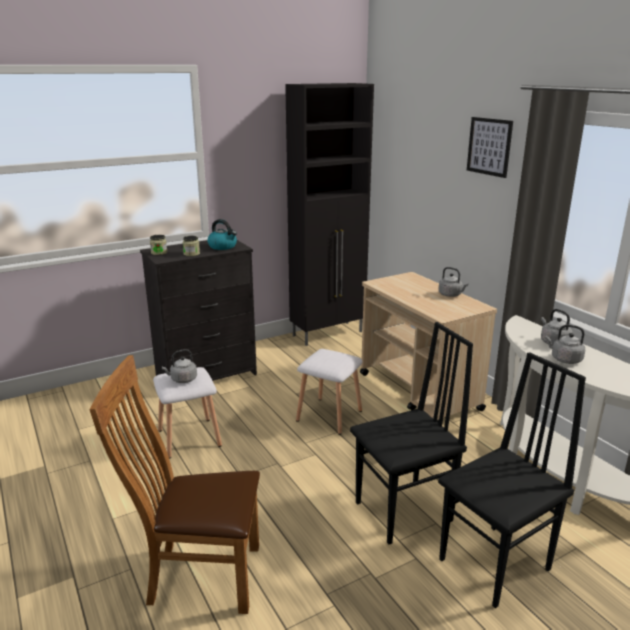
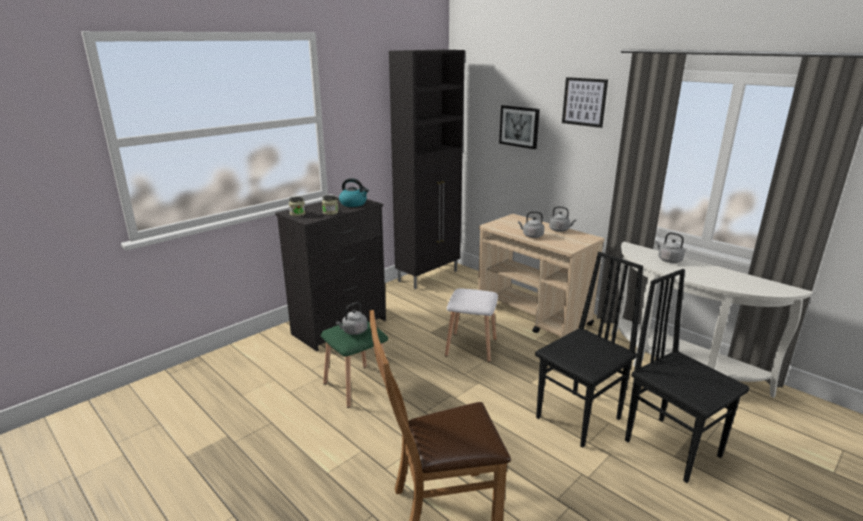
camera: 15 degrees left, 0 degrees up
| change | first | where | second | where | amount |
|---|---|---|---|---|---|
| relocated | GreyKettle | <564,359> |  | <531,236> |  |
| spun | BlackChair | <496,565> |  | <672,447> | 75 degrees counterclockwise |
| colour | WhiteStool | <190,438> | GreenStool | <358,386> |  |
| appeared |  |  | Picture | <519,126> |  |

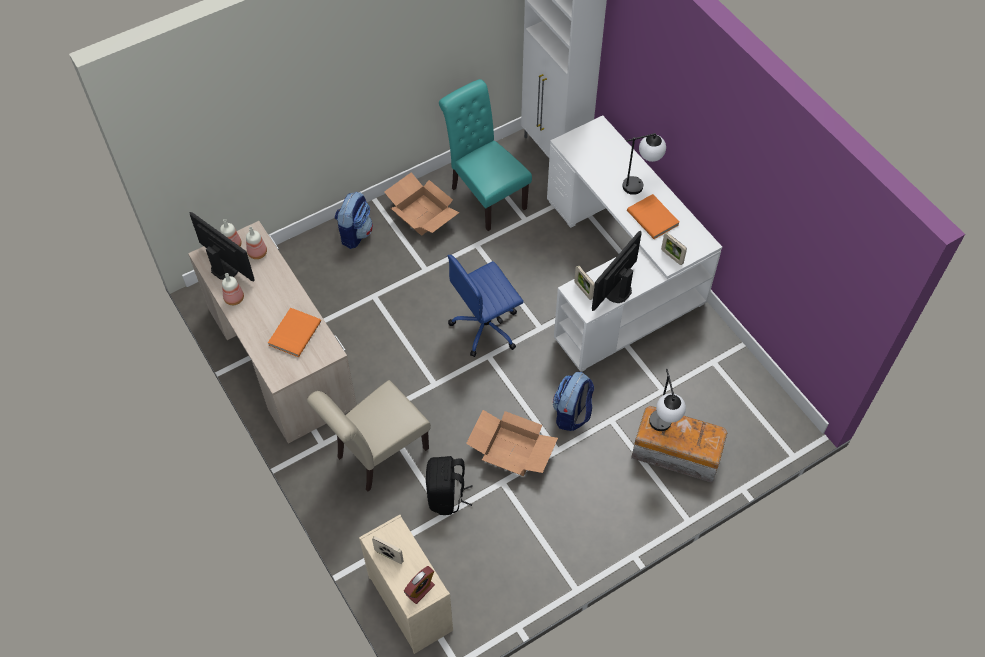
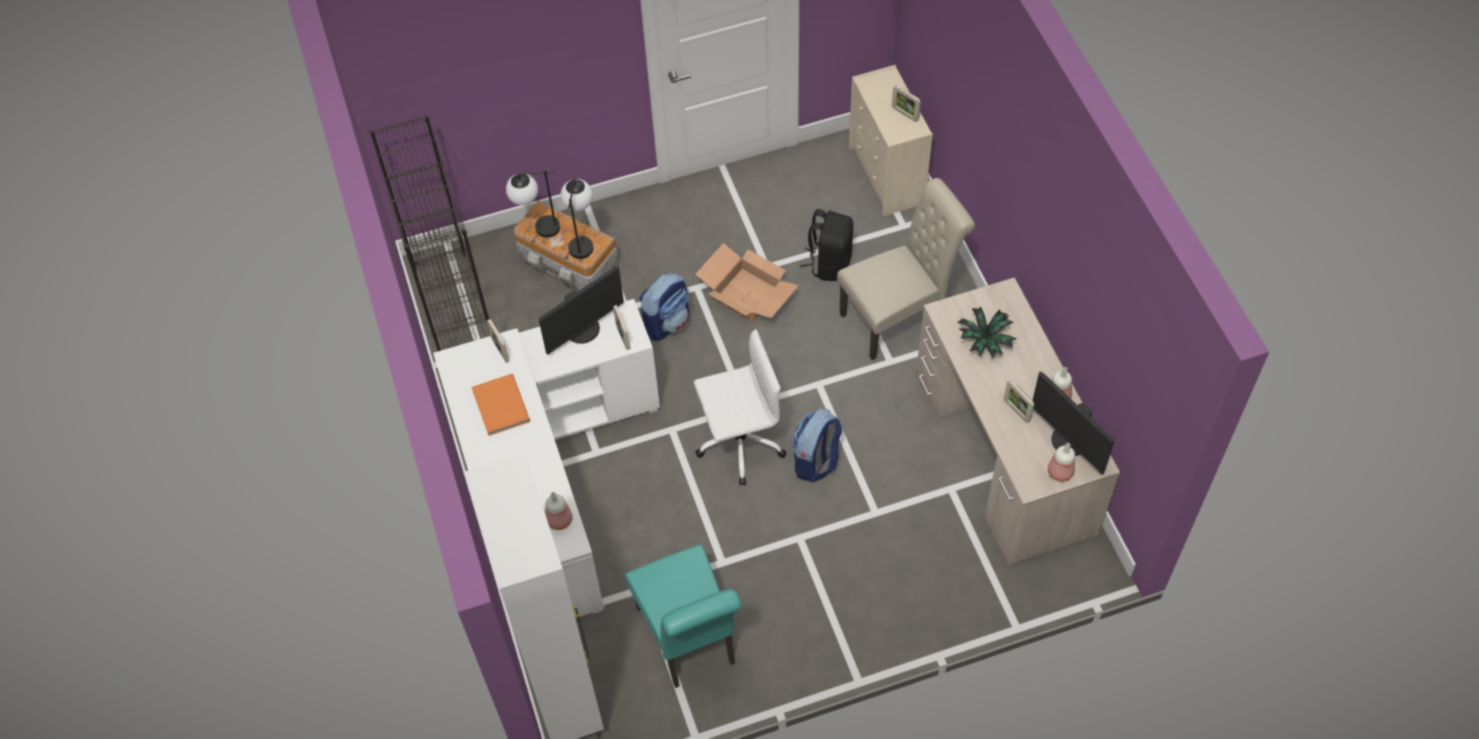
camera: 165 degrees left, 0 degrees up
| change | first | where | second | where | amount |
|---|---|---|---|---|---|
| relocated | TableLamp | <640,184> |  | <537,228> |  |
| missing | CardboardBox | <421,215> |  |  |  |
| relocated | Backpack | <355,233> |  | <816,461> |  |
| relocated | Bottle | <258,253> |  | <559,519> |  |
| colour | BlueOfficeChair | <486,327> | WhiteOfficeChair | <738,442> |  |
| exchanged | OrangeBook | <294,333> | PottedPlant | <984,341> |  |
| missing | AlarmClock | <420,590> |  |  |  |
| appeared |  |  | BlackBookcase | <455,315> |  |
| appeared |  |  | PictureFrame | <1016,411> |  |

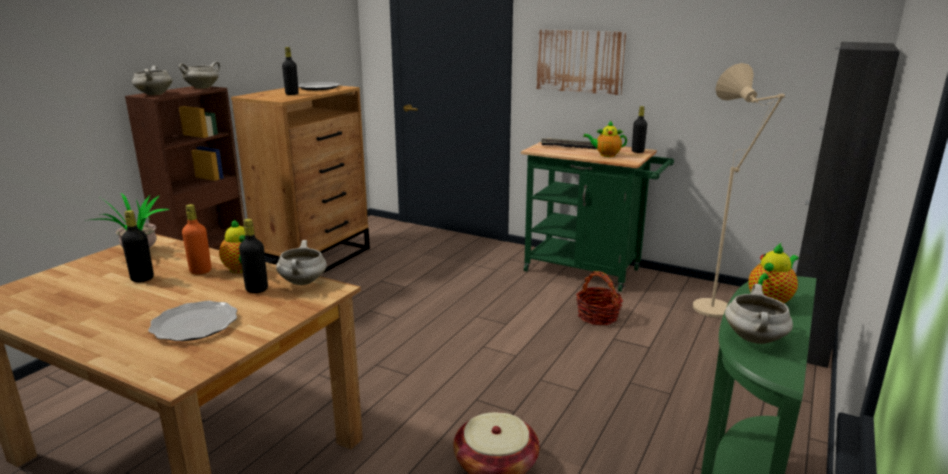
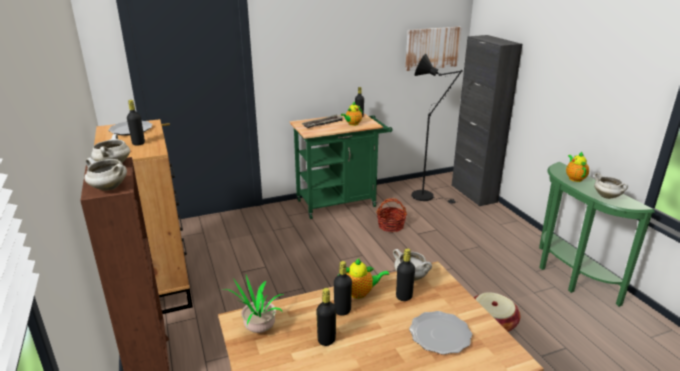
camera: 50 degrees left, 5 degrees up
| change | first | where | second | where | amount |
|---|---|---|---|---|---|
| relocated | Picture | <580,61> |  | <432,48> |  |
| colour | BeigeFloorLamp | <718,312> | BlackFloorLamp | <427,196> |  |
| colour | OrangeBottle | <200,271> | BlackBottle | <342,310> |  |

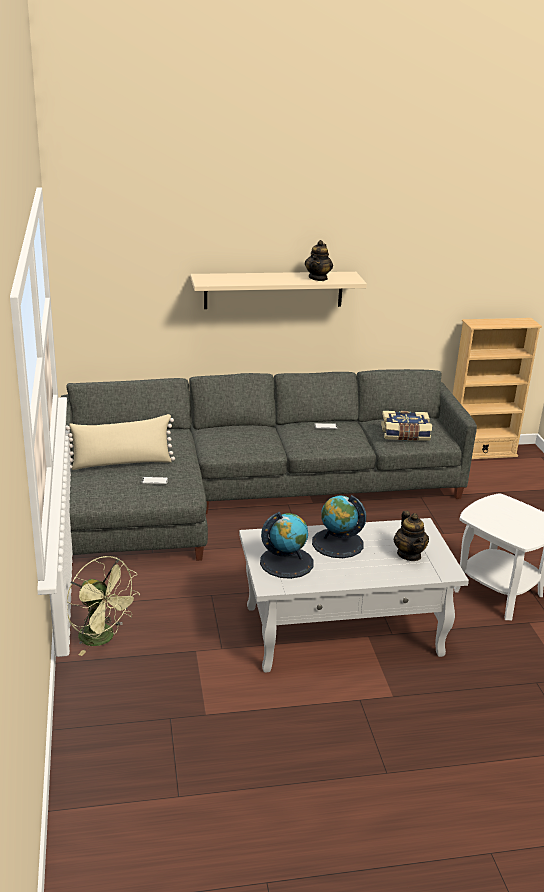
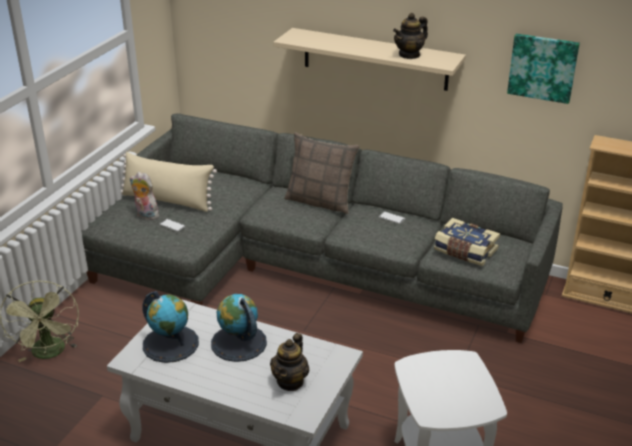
camera: 35 degrees right, 5 degrees up
| change | first | where | second | where | amount |
|---|---|---|---|---|---|
| appeared |  |  | Picture | <543,67> |  |
| appeared |  |  | Pillow | <320,201> |  |
| appeared |  |  | PlushToy | <145,215> |  |

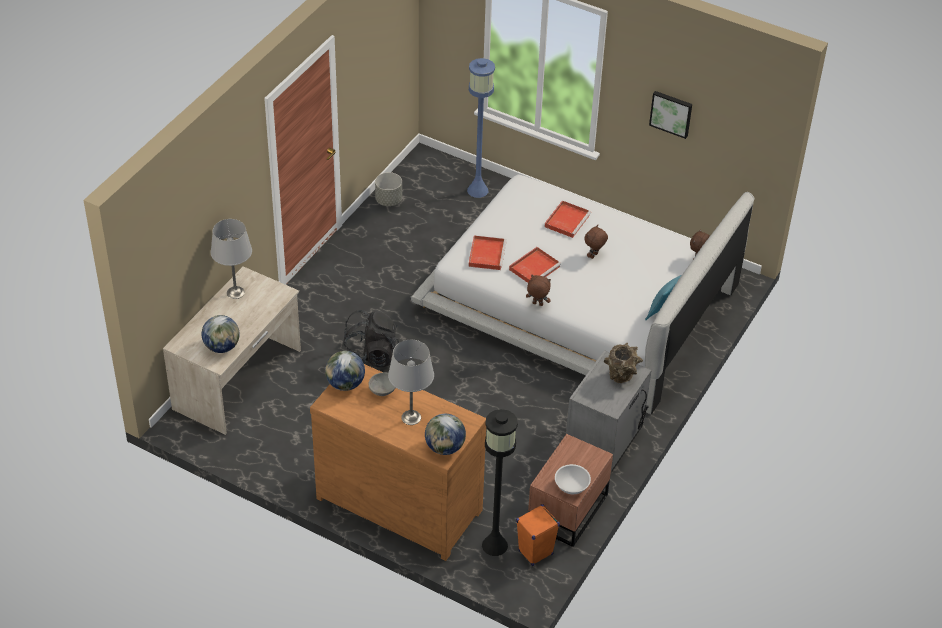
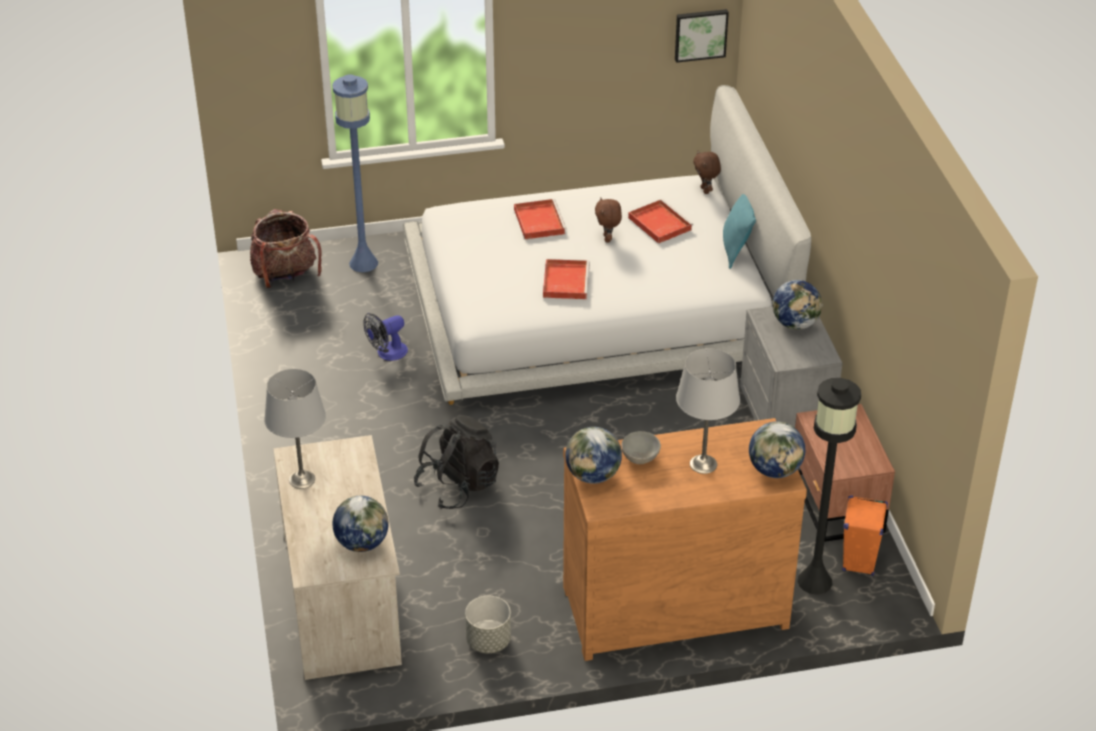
camera: 40 degrees left, 5 degrees down
| change | first | where | second | where | amount |
|---|---|---|---|---|---|
| relocated | Picture | <671,113> |  | <700,34> |  |
| relocated | GreyPlanter | <388,200> |  | <488,641> |  |
| relocated | RedTray | <486,254> |  | <658,223> |  |
| missing | BrownPlushToy | <537,304> |  |  |  |
| exchanged | BrownVase | <622,377> | Globe | <795,323> |  |
| missing | WhiteBowl | <571,486> |  |  |  |
| appeared |  |  | Backpack | <285,275> |  |
| appeared |  |  | Fan | <387,353> |  |

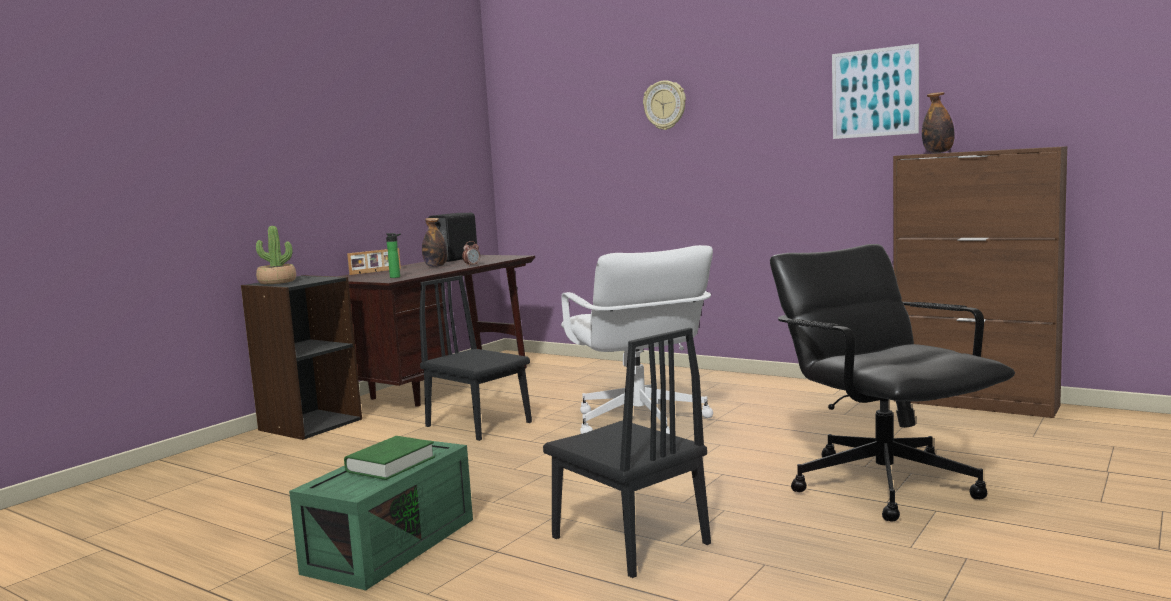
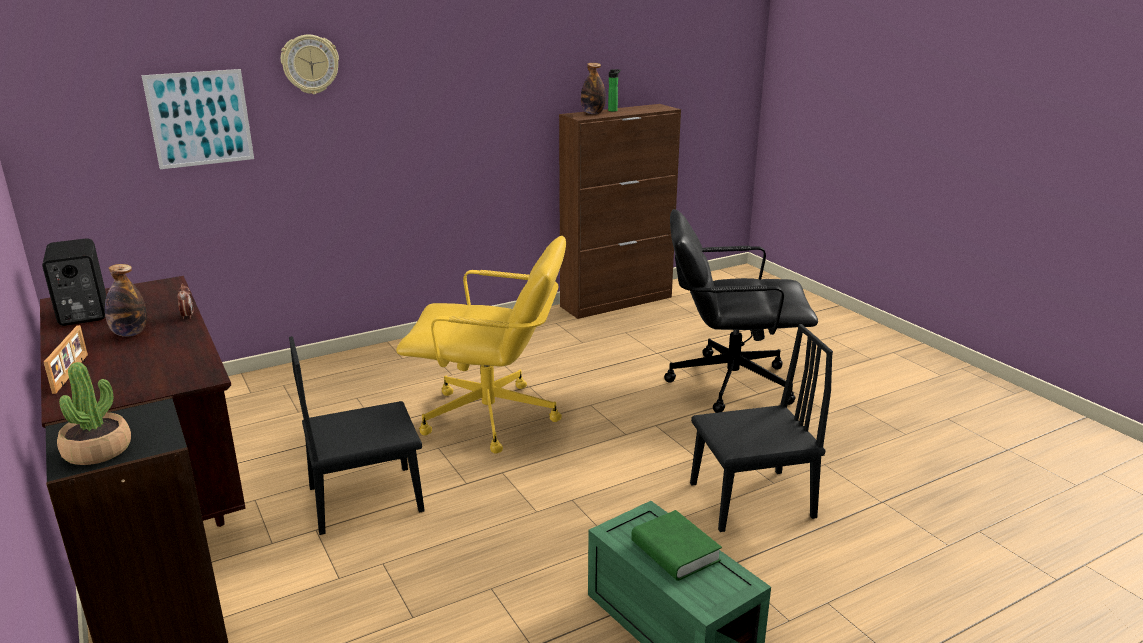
camera: 65 degrees left, 15 degrees up
| change | first | where | second | where | amount |
|---|---|---|---|---|---|
| relocated | Picture | <874,93> |  | <200,118> |  |
| relocated | Bottle | <396,277> |  | <613,110> |  |
| colour | WhiteOfficeChair | <639,423> | YellowOfficeChair | <491,418> |  |

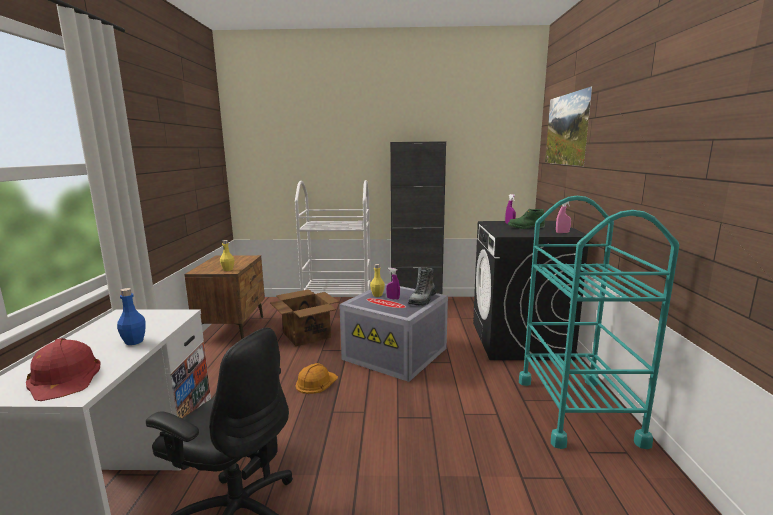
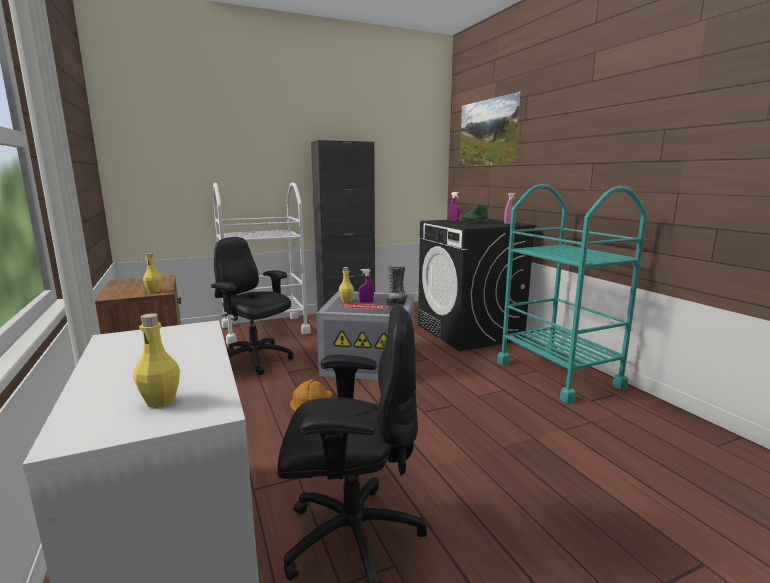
camera: 25 degrees left, 0 degrees up
| change | first | where | second | where | amount |
|---|---|---|---|---|---|
| missing | BlueBottle | <134,341> |  |  |  |
| exchanged | CardboardBox | <306,334> | BlackOfficeChair | <255,360> |  |
| exchanged | RedHardHat | <65,377> | YellowBottle | <160,401> |  |

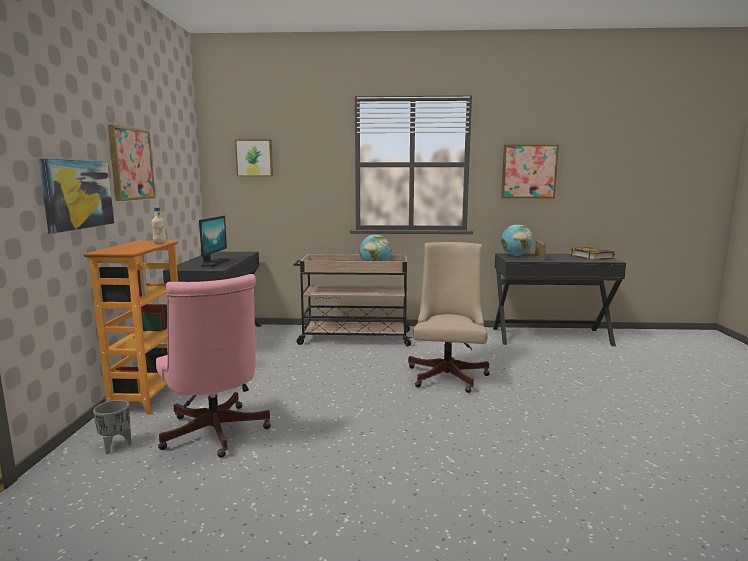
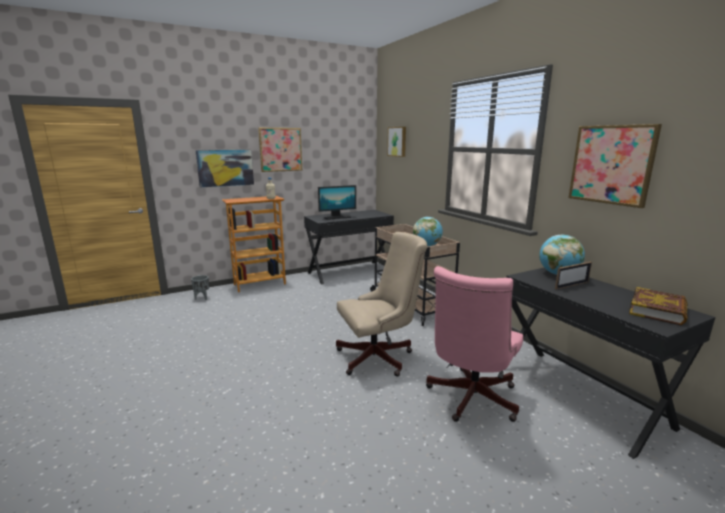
camera: 60 degrees right, 5 degrees up
| change | first | where | second | where | amount |
|---|---|---|---|---|---|
| relocated | PinkOfficeChair | <215,435> |  | <469,399> |  |

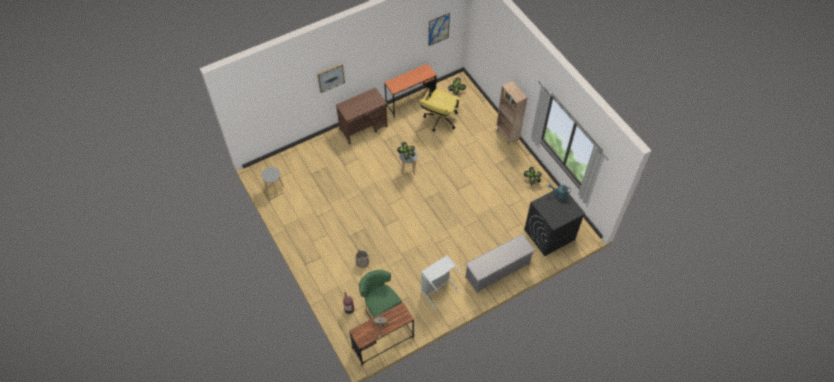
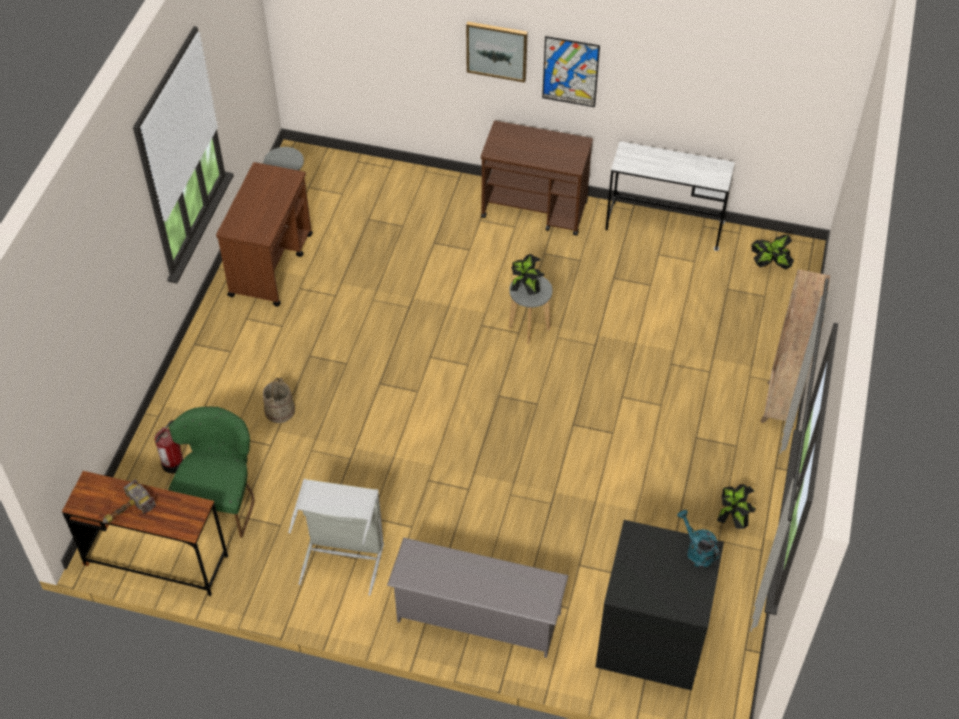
camera: 45 degrees right, 5 degrees down
| change | first | where | second | where | amount |
|---|---|---|---|---|---|
| relocated | Picture | <438,29> |  | <570,71> |  |
| colour | OrangeDesk | <410,102> | WhiteDesk | <664,226> |  |
| missing | YellowOfficeChair | <439,121> |  |  |  |
| appeared |  |  | BrownCart | <271,264> |  |

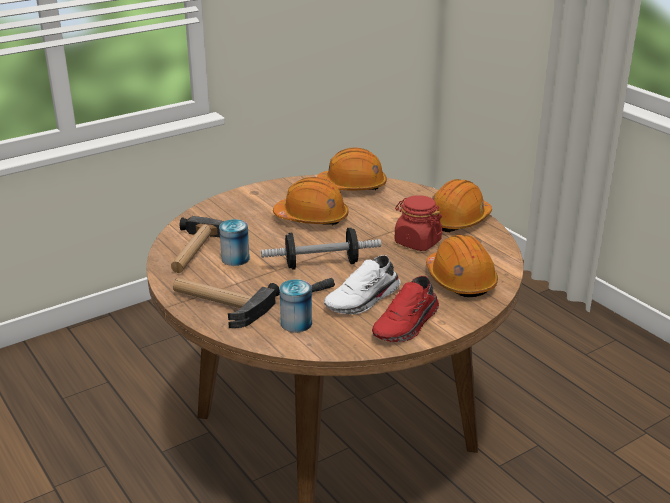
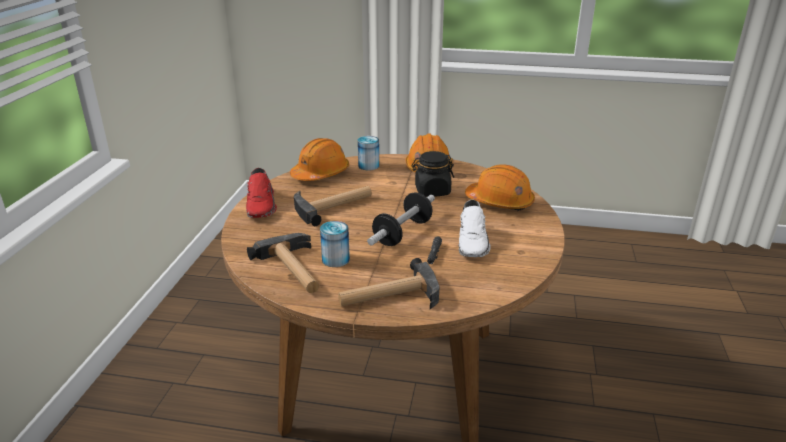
camera: 45 degrees left, 0 degrees up
| change | first | where | second | where | amount |
|---|---|---|---|---|---|
| exchanged | OrangeHardHat | <312,218> | Hammer | <334,206> |  |
| colour | RedJar | <417,242> | BlackJar | <432,191> |  |
| relocated | RedShoe | <407,325> |  | <262,205> |  |
| relocated | Can | <296,323> |  | <368,166> |  |

